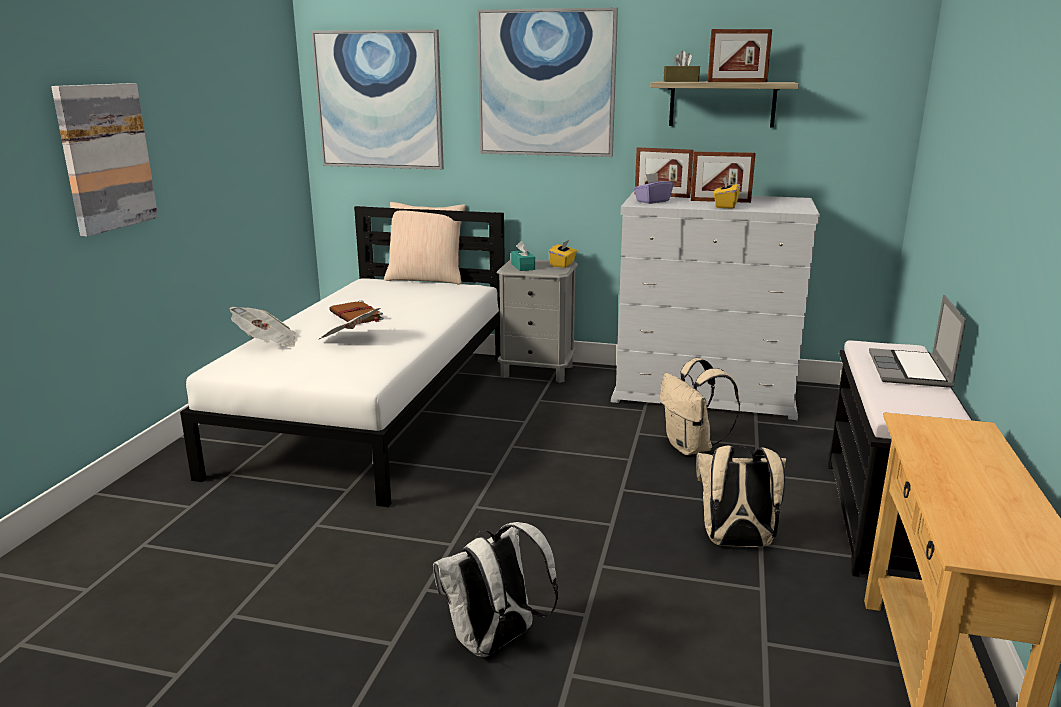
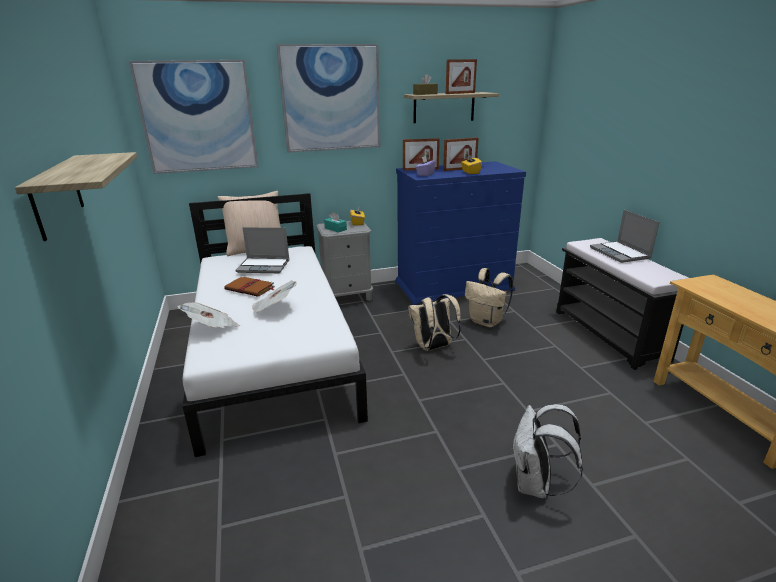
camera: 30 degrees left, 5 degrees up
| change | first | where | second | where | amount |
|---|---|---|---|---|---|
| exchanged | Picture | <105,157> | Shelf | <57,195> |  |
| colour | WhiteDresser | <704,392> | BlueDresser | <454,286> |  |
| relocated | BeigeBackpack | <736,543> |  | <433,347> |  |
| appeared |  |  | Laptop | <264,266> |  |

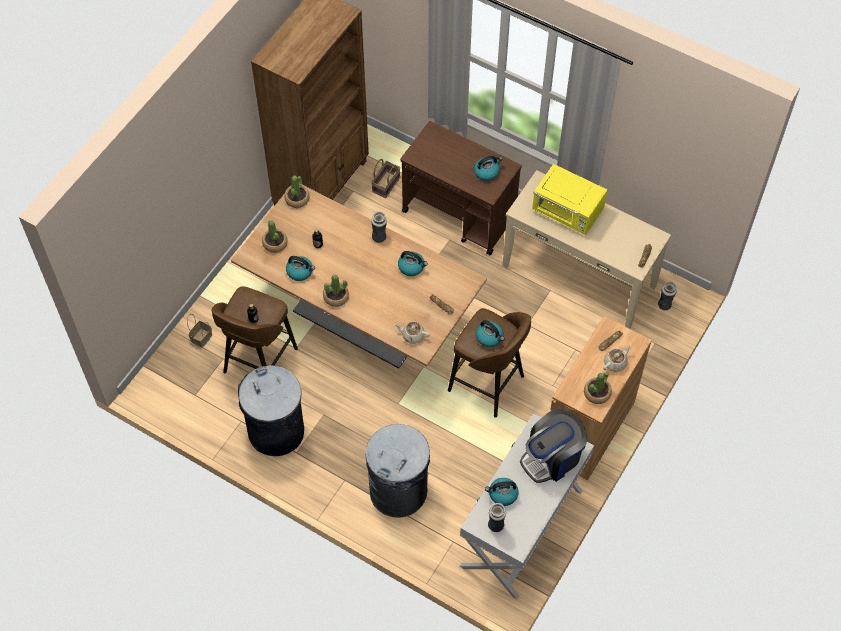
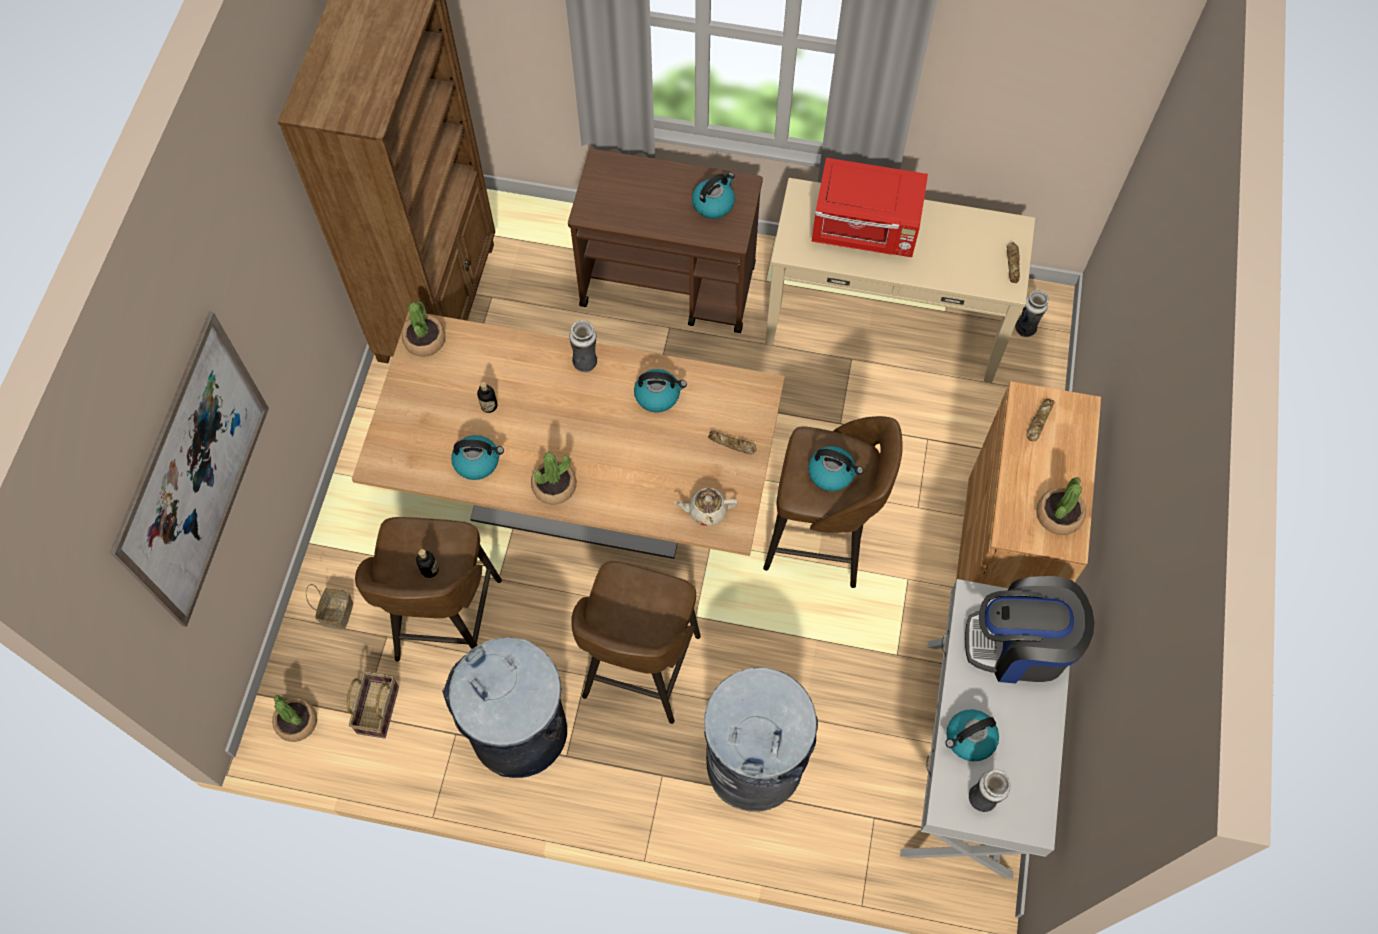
camera: 20 degrees left, 5 degrees up
| change | first | where | second | where | amount |
|---|---|---|---|---|---|
| relocated | Basket | <386,184> |  | <377,708> |  |
| colour | YellowMicrowave | <568,212> | RedMicrowave | <866,230> |  |
| relocated | PottedPlant | <275,243> |  | <297,722> |  |
| missing | BeigeTeapot | <615,363> |  |  |  |
| spun | CoffeeMachine | <552,458> |  | <1019,645> | 60 degrees clockwise |
| appeared |  |  | Picture | <195,472> |  |
| appeared |  |  | BrownStool | <639,670> |  |

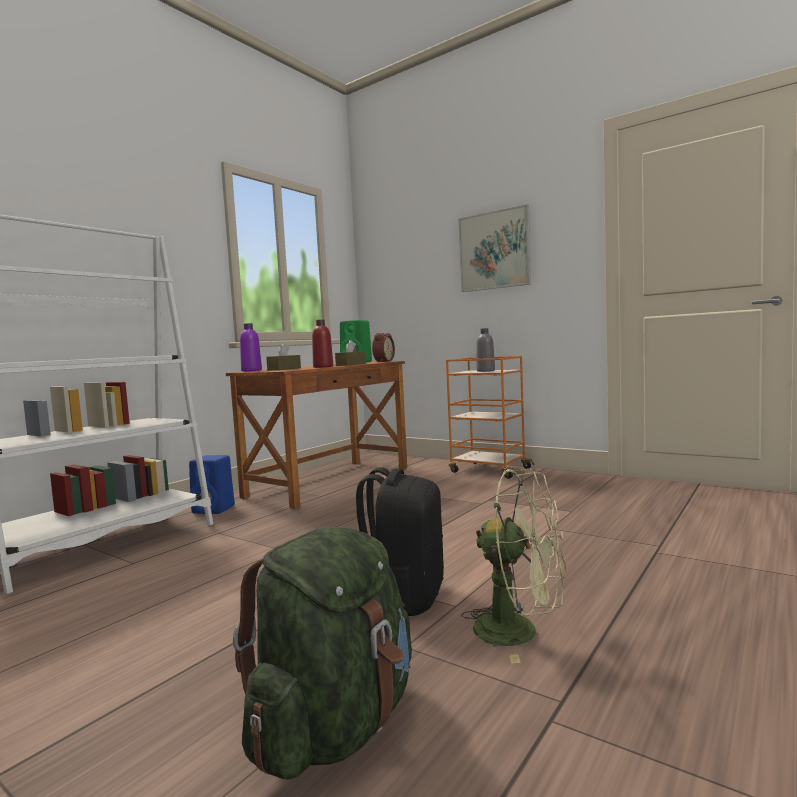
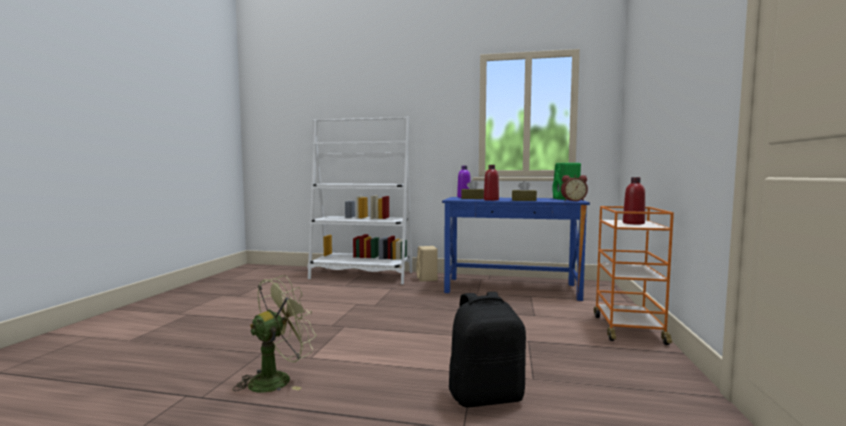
camera: 65 degrees right, 0 degrees up
| change | first | where | second | where | amount |
|---|---|---|---|---|---|
| missing | Picture | <494,250> |  |  |  |
| colour | GreyBottle | <485,371> | RedBottle | <633,223> |  |
| colour | BrownDesk | <329,482> | BlueDesk | <511,288> |  |
| colour | BlueSpeaker | <215,509> | BeigeSpeaker | <427,279> |  |
| relocated | BlackBackpack | <404,597> |  | <486,396> |  |
| spun | GreenFan | <520,632> |  | <277,379> | 135 degrees counterclockwise |
| missing | GreenBackpack | <335,726> |  |  |  |

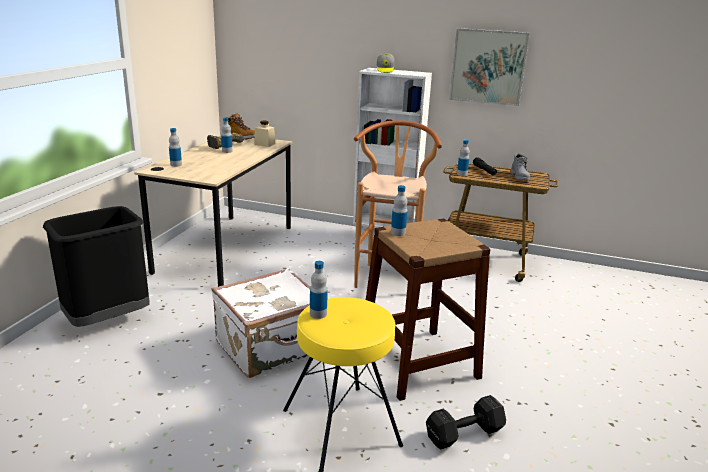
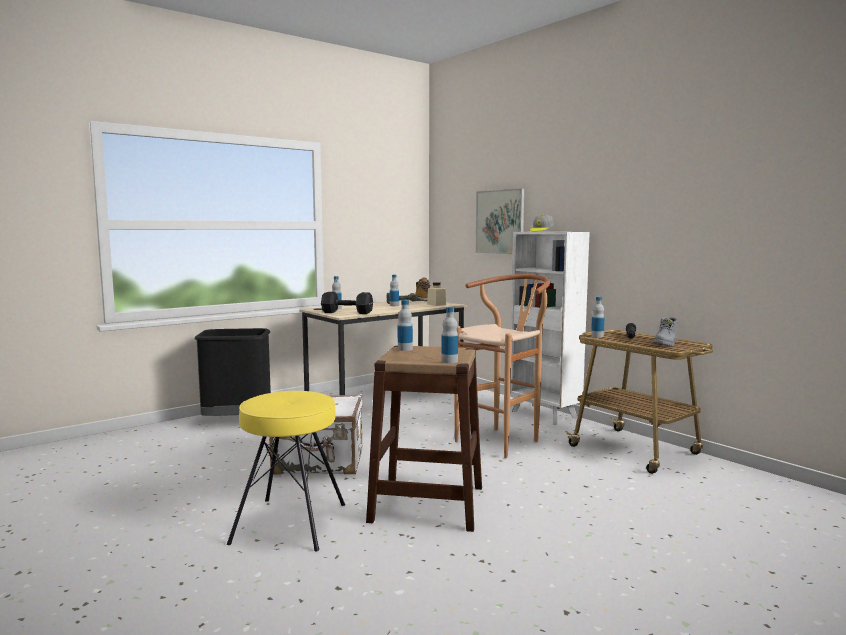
camera: 35 degrees right, 15 degrees down
| change | first | where | second | where | amount |
|---|---|---|---|---|---|
| relocated | Picture | <488,67> |  | <500,222> |  |
| relocated | Bottle | <318,314> |  | <449,361> |  |
| relocated | BlackDumbbell | <466,434> |  | <348,313> |  |

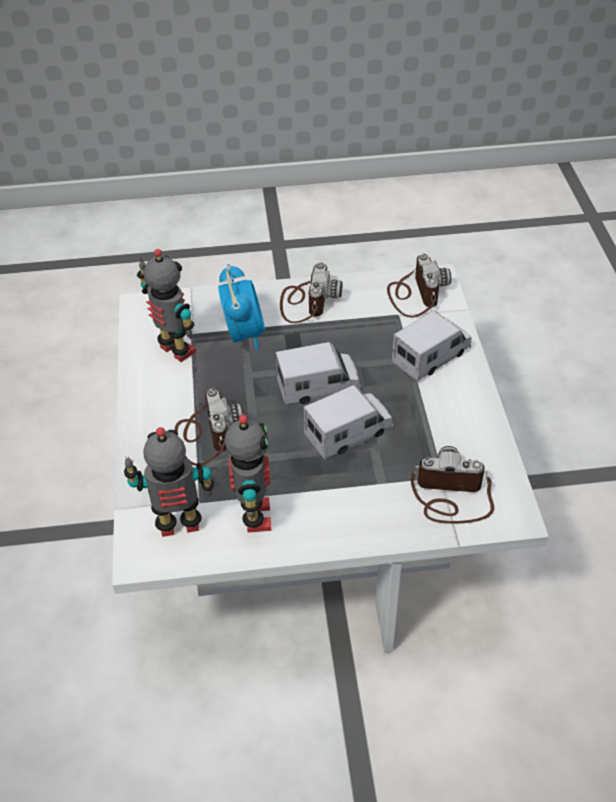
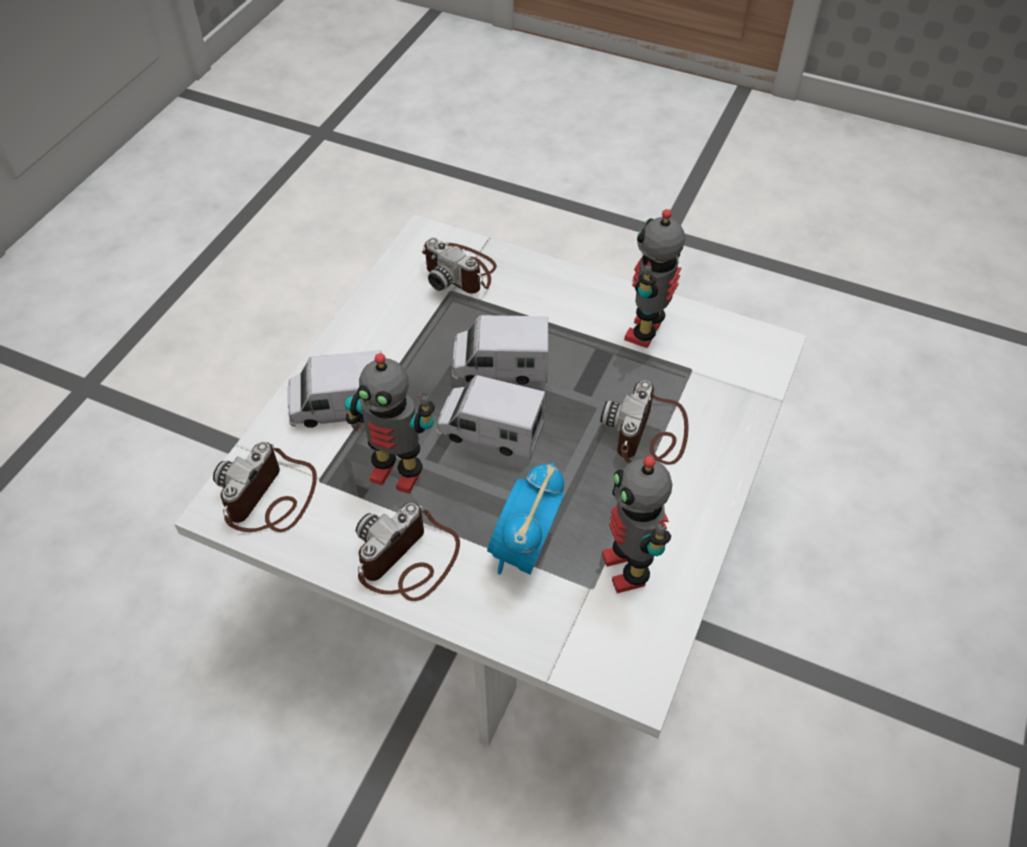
camera: 150 degrees left, 5 degrees up
| change | first | where | second | where | amount |
|---|---|---|---|---|---|
| relocated | ToyRobot | <180,527> |  | <397,473> |  |

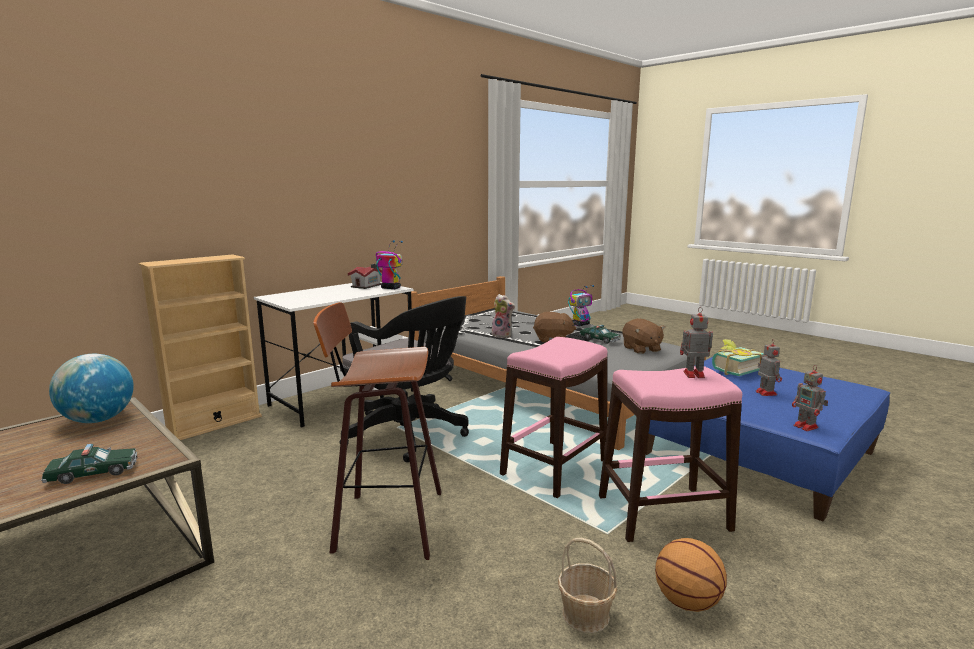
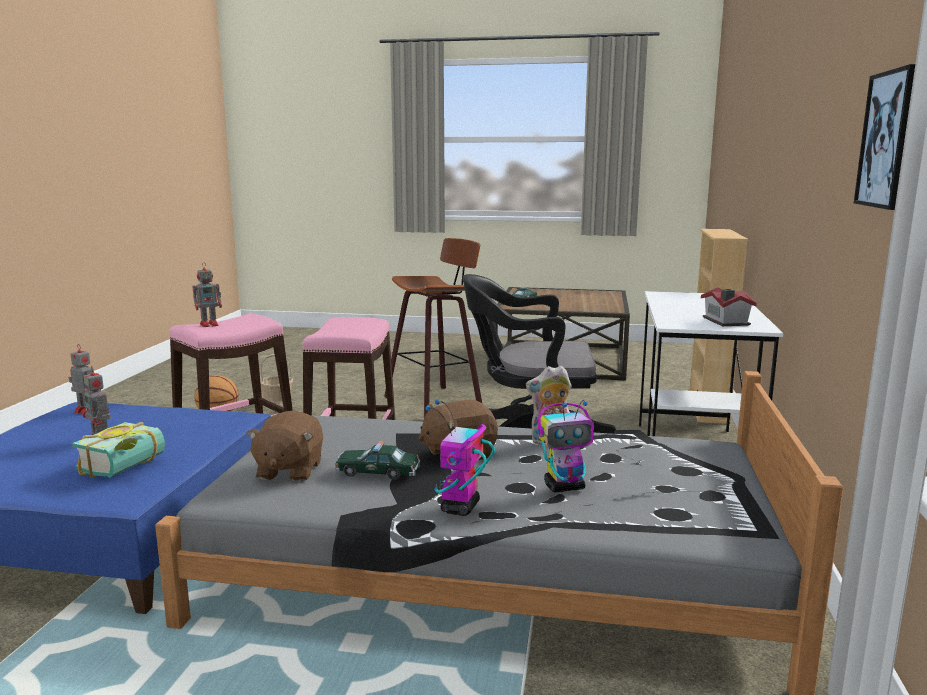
camera: 145 degrees right, 0 degrees up
| change | first | where | second | where | amount |
|---|---|---|---|---|---|
| relocated | ToyRobot | <390,288> |  | <565,487> |  |
| spun | BrownPlushToy | <641,349> |  | <289,470> | 120 degrees counterclockwise |
| missing | Globe | <98,420> |  |  |  |
| appeared |  |  | Picture | <890,139> |  |

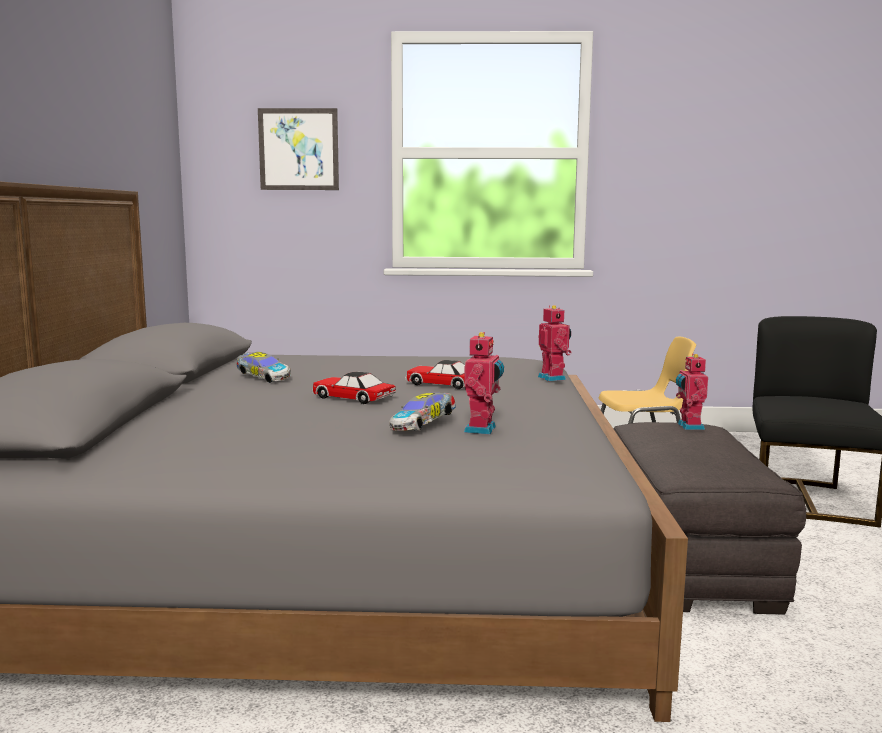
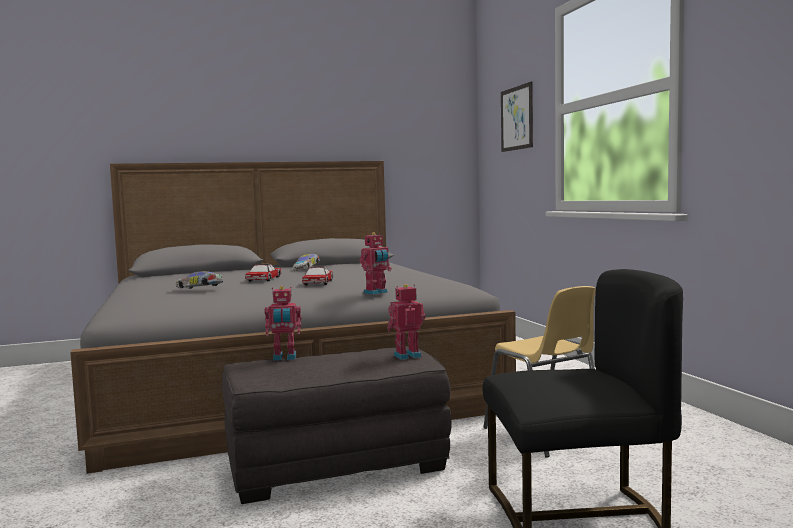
camera: 70 degrees right, 5 degrees down
| change | first | where | second | where | amount |
|---|---|---|---|---|---|
| relocated | ToyRobot | <482,429> |  | <284,358> |  |

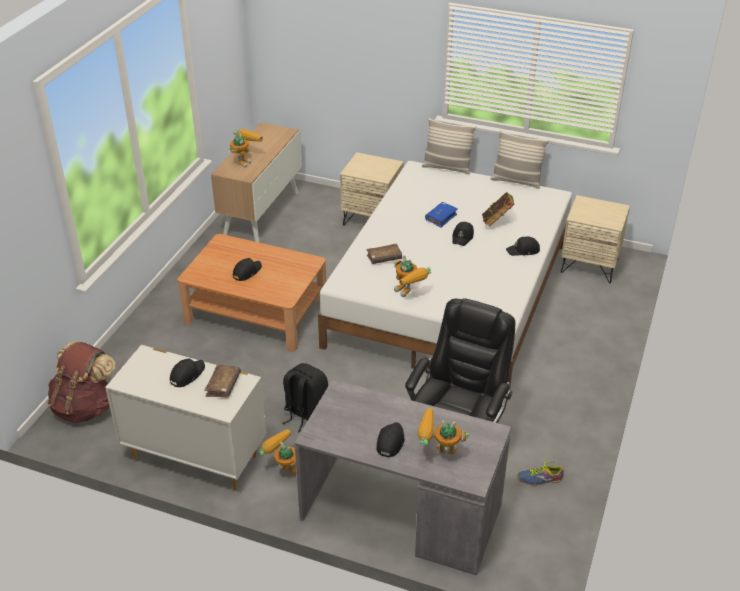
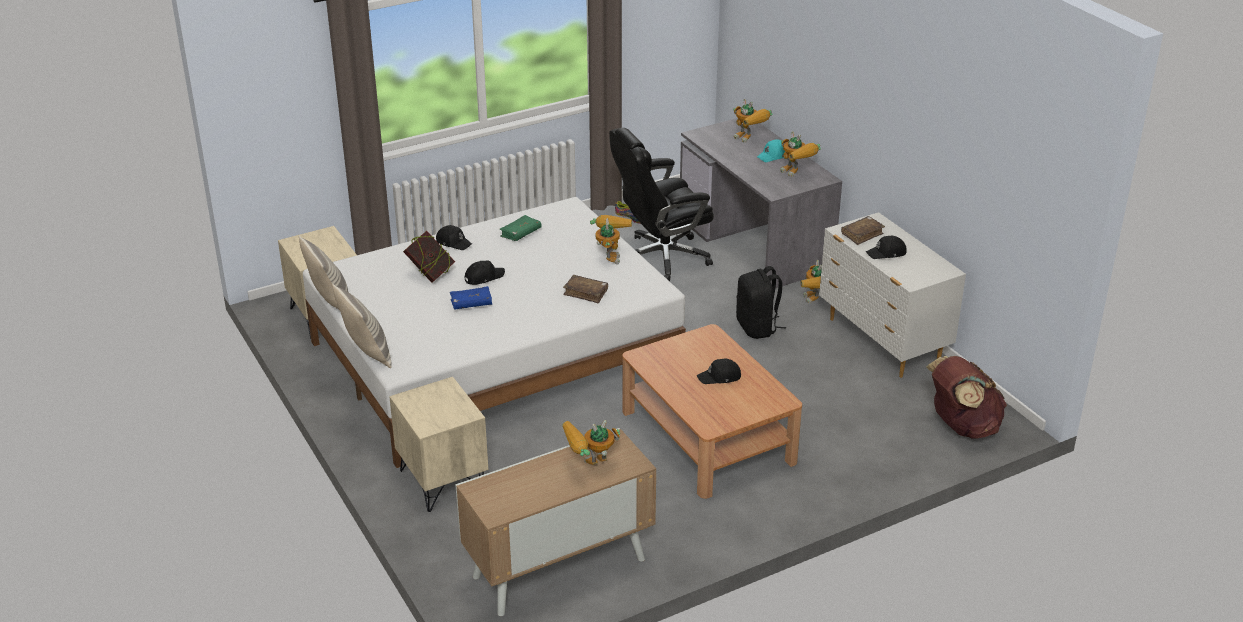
camera: 140 degrees left, 5 degrees down
| change | first | where | second | where | amount |
|---|---|---|---|---|---|
| colour | BlackCap | <390,442> | TurquoiseCap | <774,156> |  |
| appeared |  |  | ToyRobot | <797,174> |  |
| appeared |  |  | GreenBook | <520,233> |  |

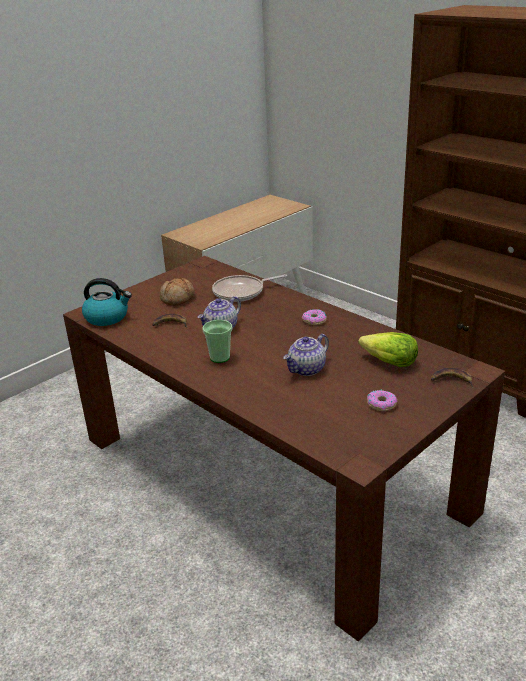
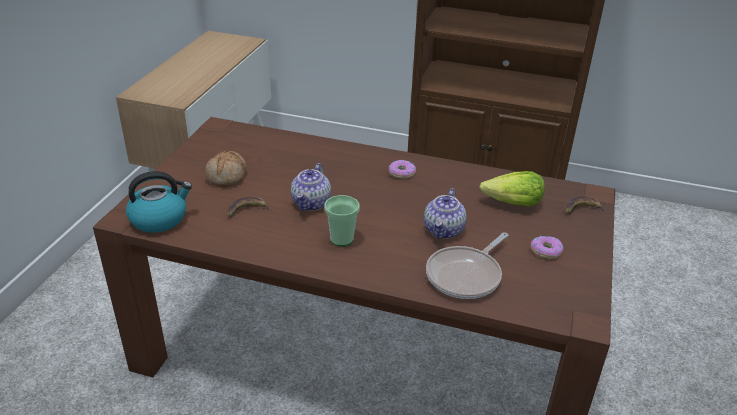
camera: 30 degrees left, 5 degrees up
| change | first | where | second | where | amount |
|---|---|---|---|---|---|
| relocated | FryingPan | <241,292> |  | <466,275> |  |

